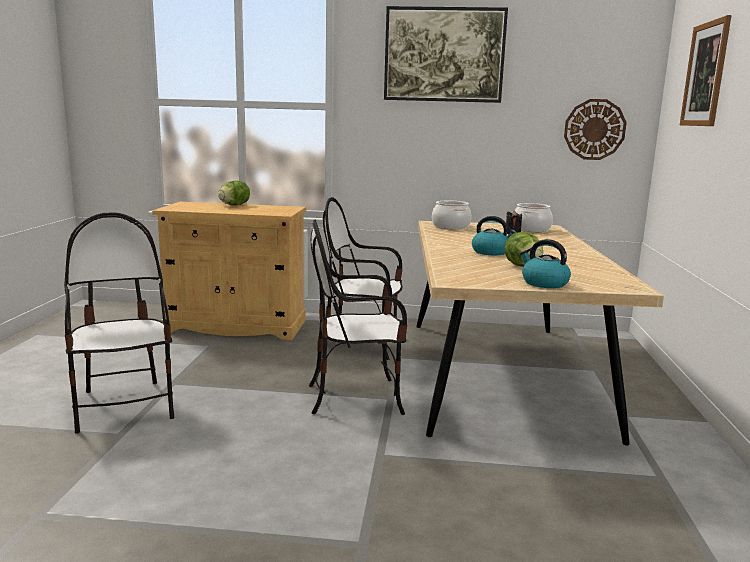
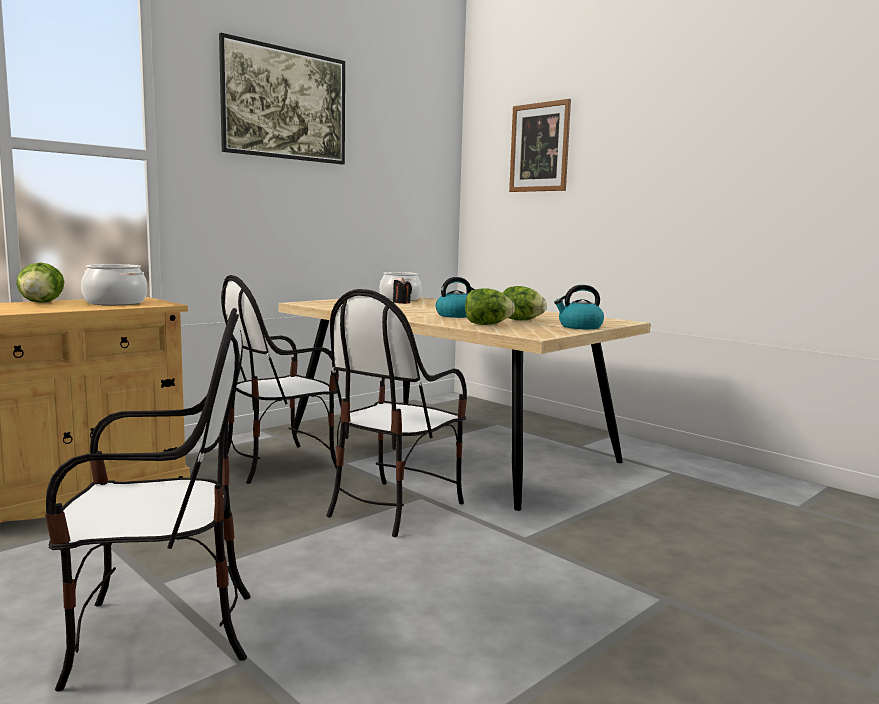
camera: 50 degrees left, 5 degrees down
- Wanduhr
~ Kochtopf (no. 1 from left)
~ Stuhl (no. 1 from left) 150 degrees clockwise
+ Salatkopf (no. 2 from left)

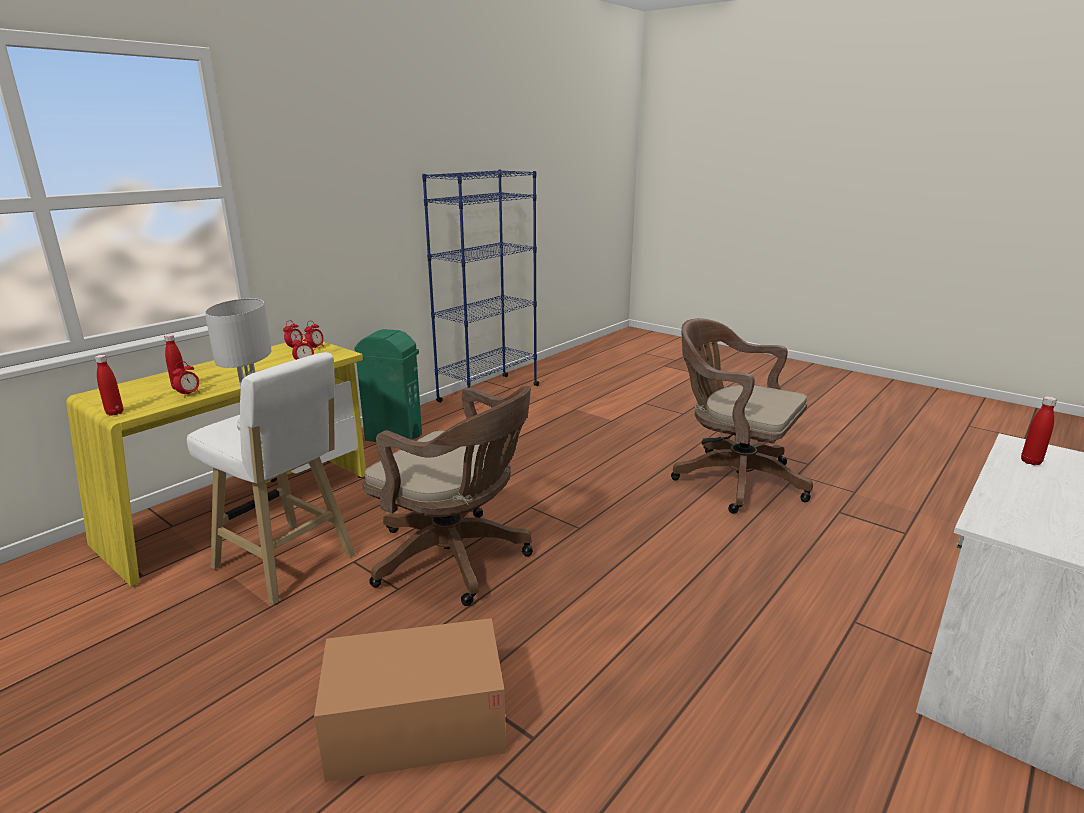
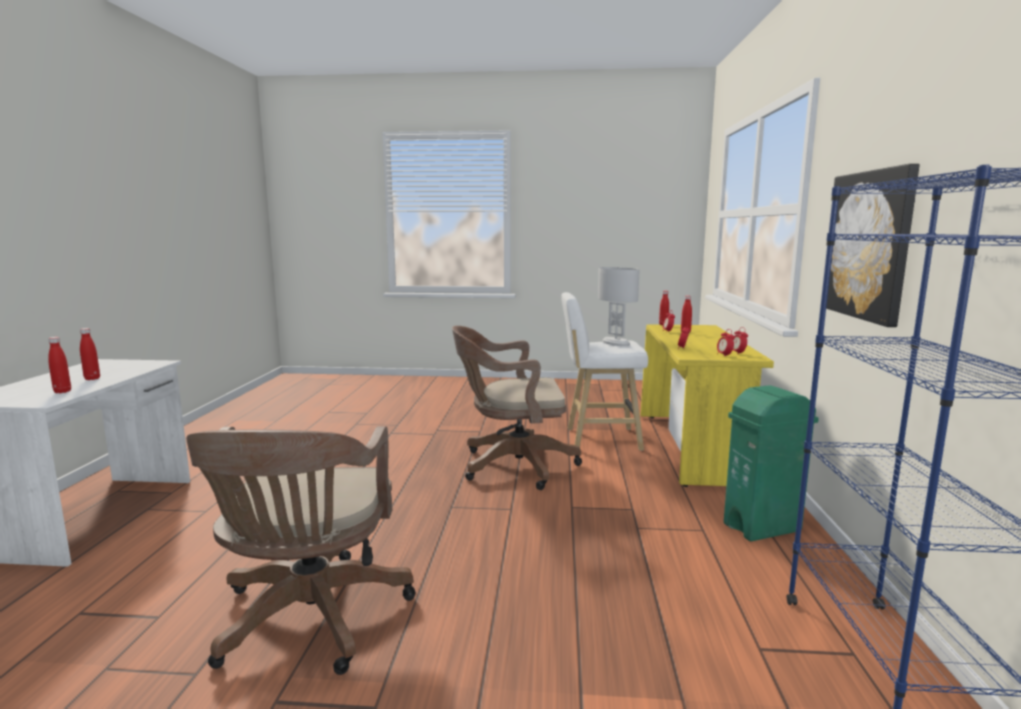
camera: 145 degrees right, 10 degrees down
~ Bürostuhl/braun (no. 2 from left in the first image) 90 degrees clockwise
- Karton
+ Bild
+ Flasche/rot (no. 2 from left)

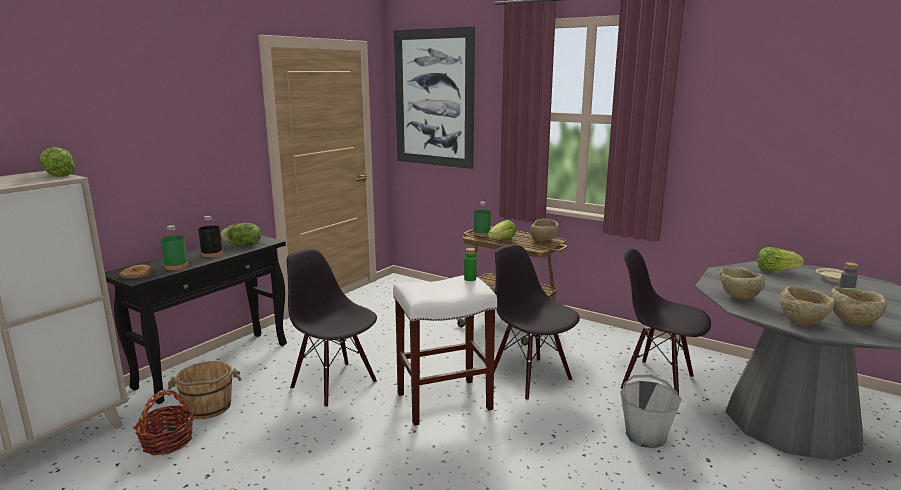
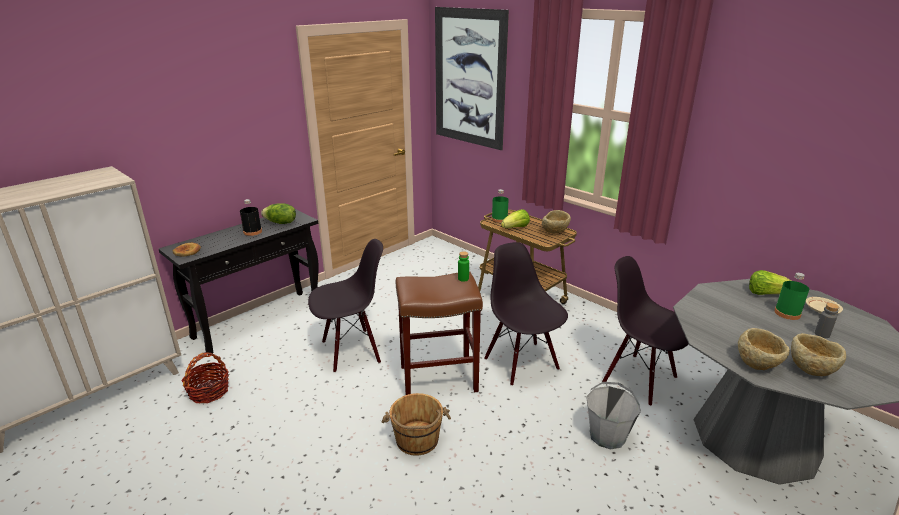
camera: 10 degrees right, 10 degrees up
- Salatkopf (no. 1 from left)
~ Flasche/grün (no. 1 from left in the first image) to Flasche/grün (no. 3 from left)
~ Stuhl/schwarz (no. 1 from left) 105 degrees clockwise
- Schüssel/beige (no. 2 from left)
~ Hocker/weiß to Hocker/braun
~ Eimer/braun

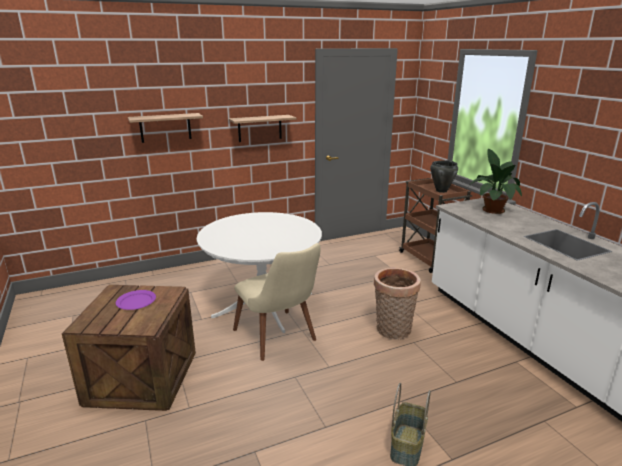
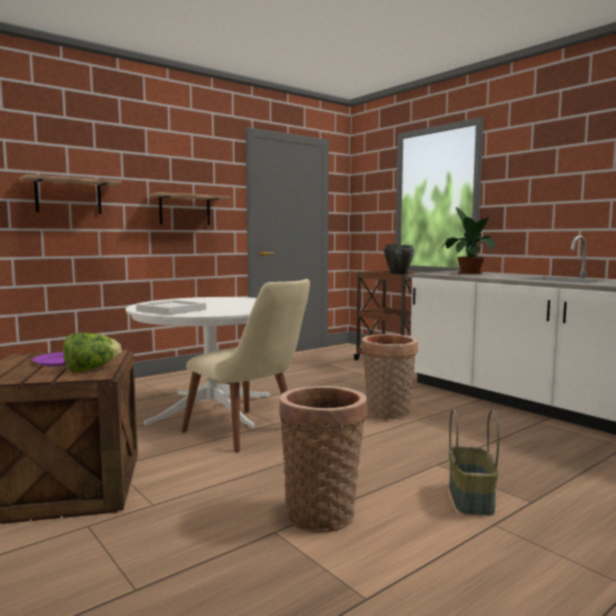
camera: 15 degrees left, 15 degrees down
+ Tablett/weiß
+ Salatkopf
+ Korb (no. 1 from left)

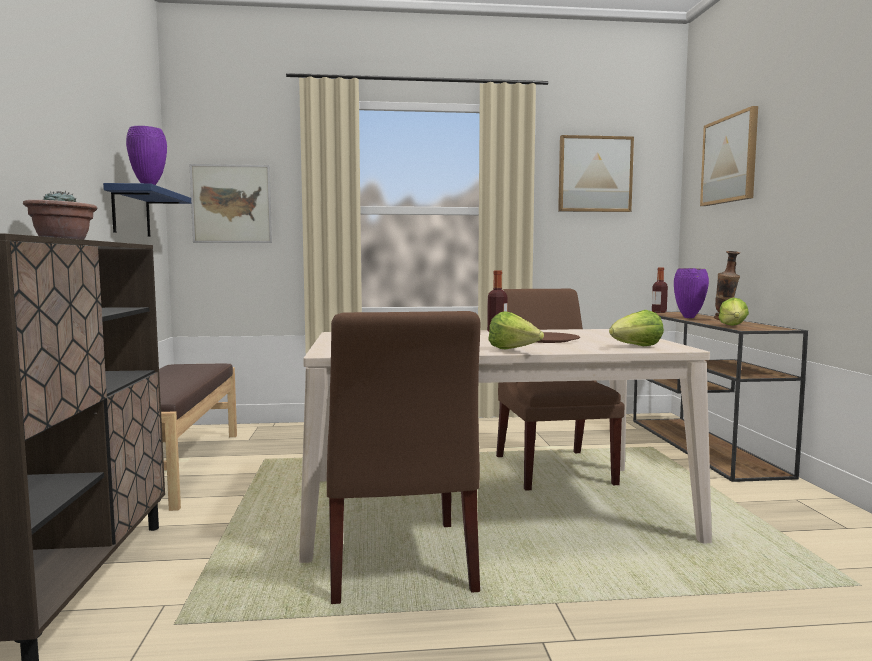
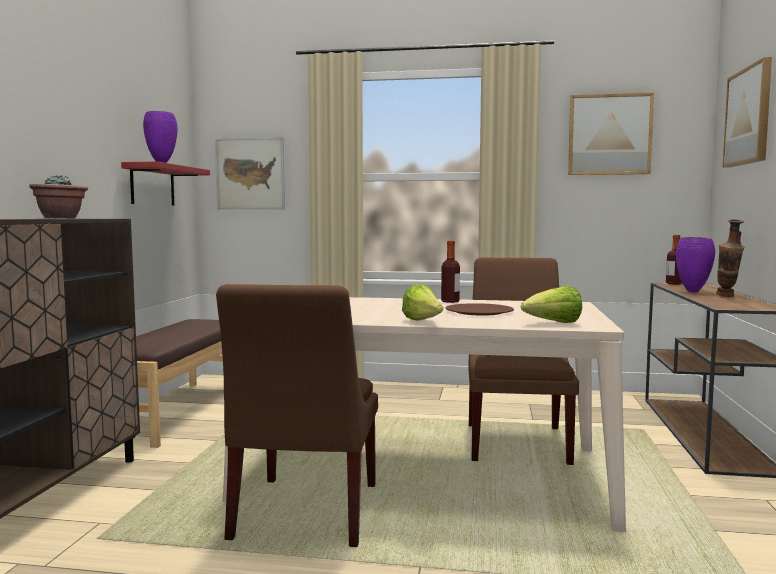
camera: 15 degrees right, 0 degrees up
~ Wandregal/blau to Wandregal/rot
- Salatkopf (no. 3 from left)

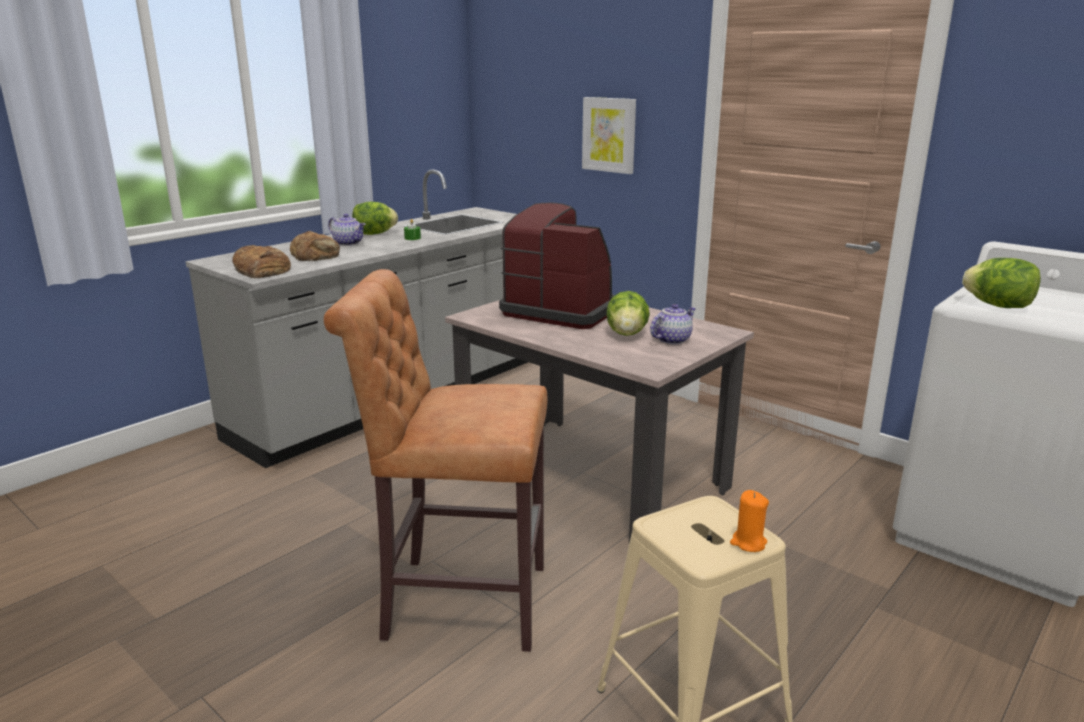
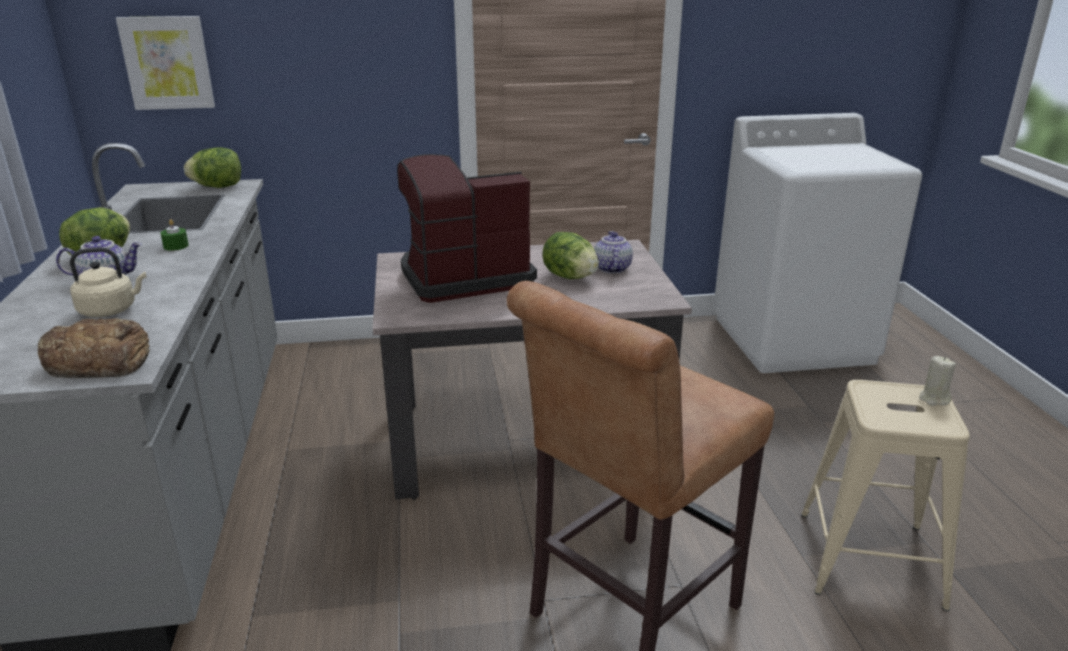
camera: 50 degrees left, 5 degrees up
~ Bild
~ Brot (no. 2 from left) to Wasserkessel/beige
~ Salatkopf (no. 3 from left in the first image) to Salatkopf (no. 2 from left)
~ Kerze/orange to Kerze/beige

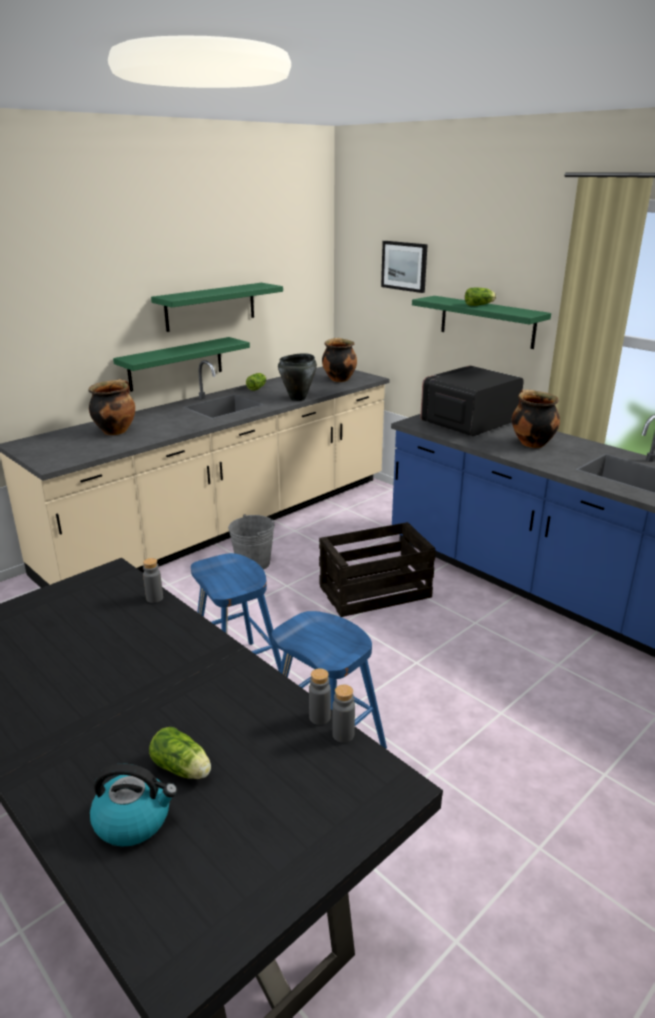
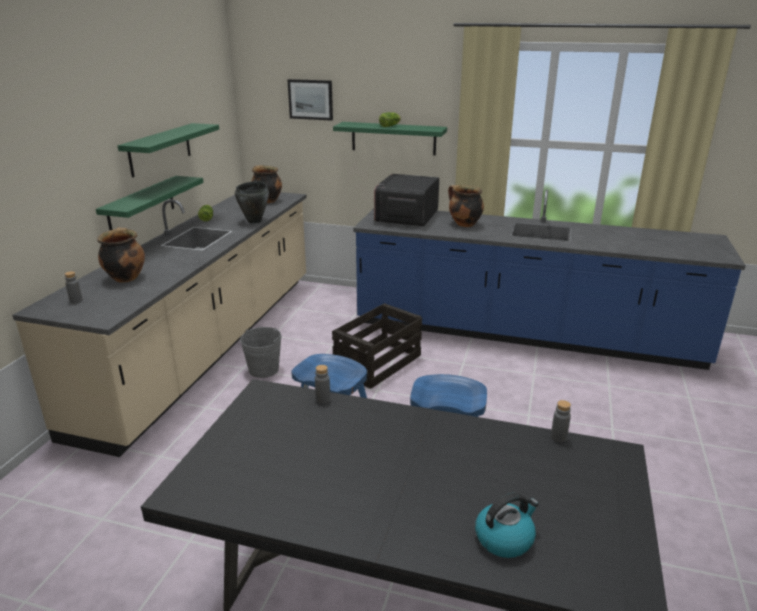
camera: 30 degrees left, 0 degrees up
~ Flasche/grau (no. 2 from left in the first image) to Flasche/grau (no. 1 from left)
- Salatkopf (no. 1 from left)

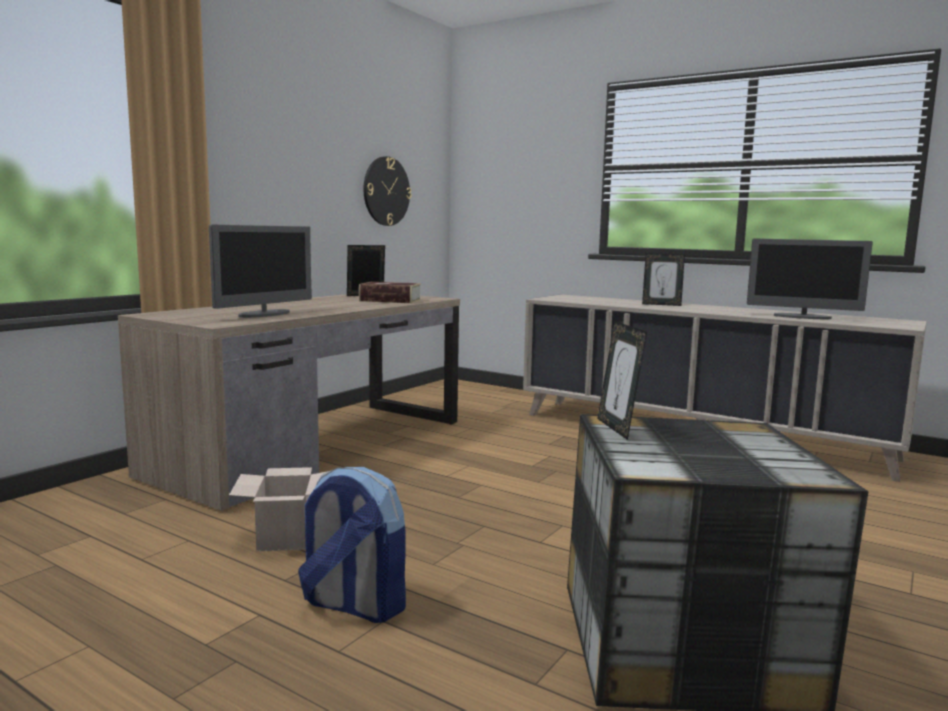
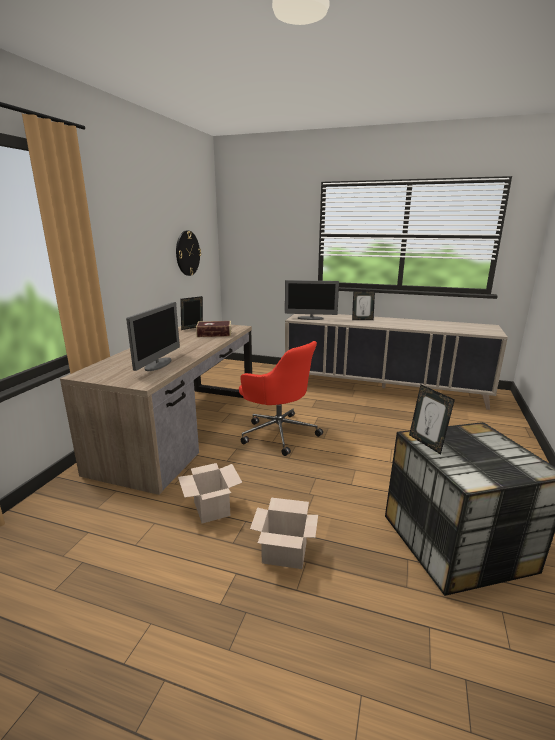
camera: 15 degrees left, 10 degrees up
~ Monitor (no. 2 from left)
~ Rucksack to Karton (no. 2 from left)
+ Bürostuhl/rot

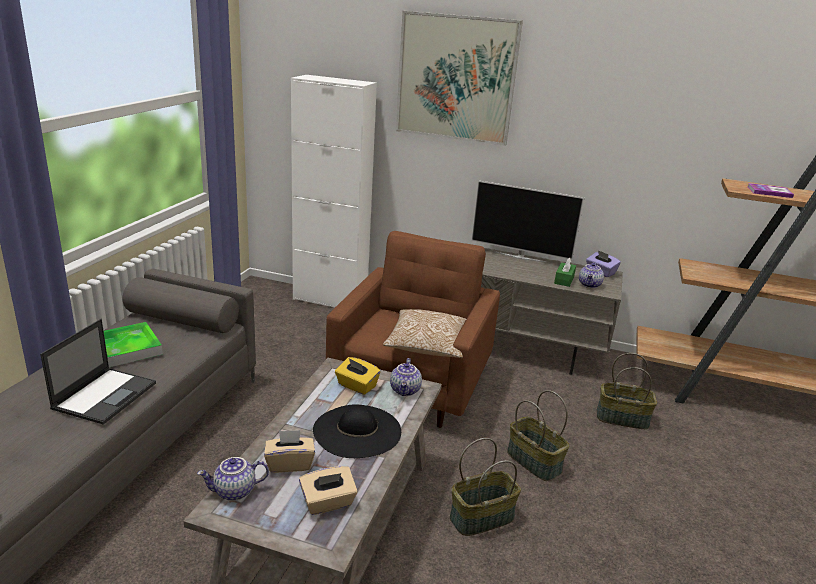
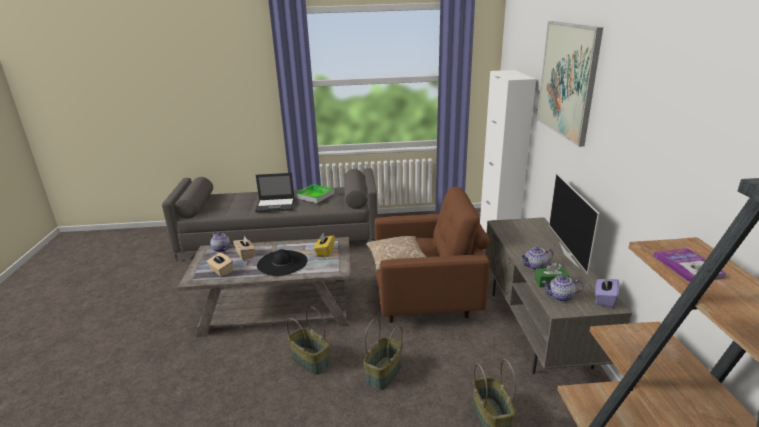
camera: 70 degrees right, 0 degrees up
~ Teekanne (no. 2 from left)

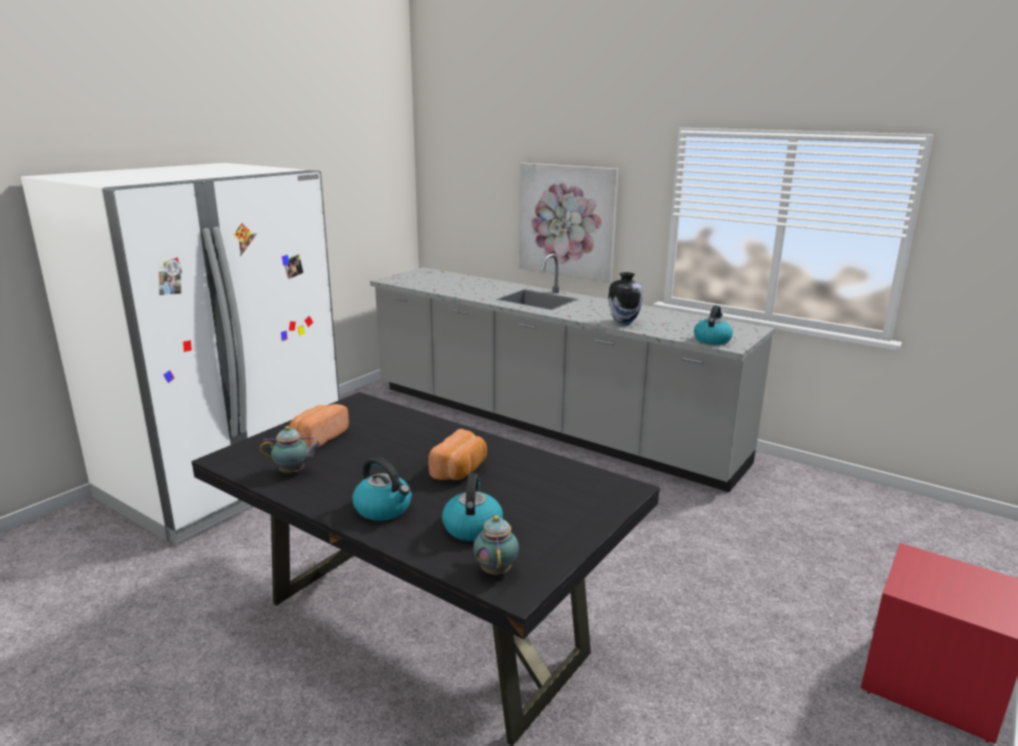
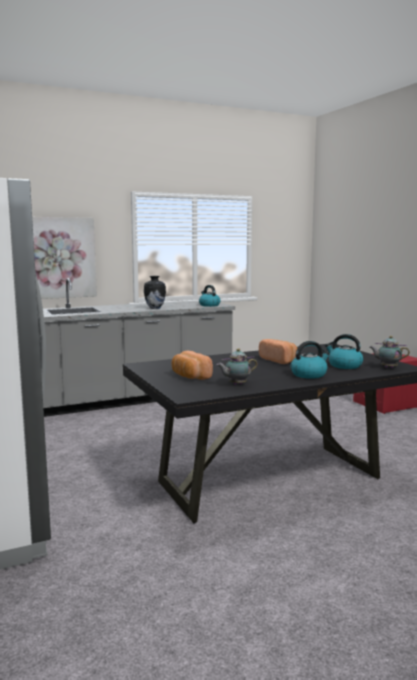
camera: 60 degrees left, 10 degrees down
~ Teekanne (no. 1 from left) 135 degrees counterclockwise

